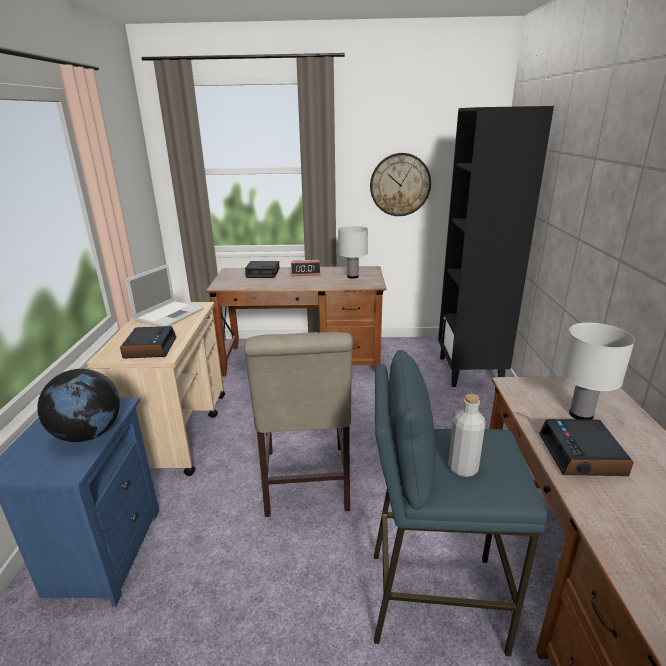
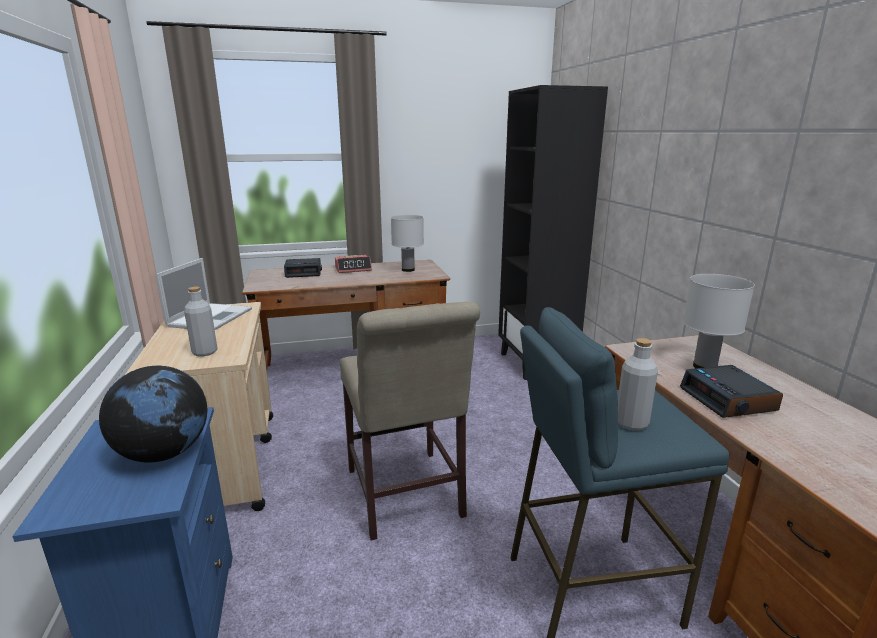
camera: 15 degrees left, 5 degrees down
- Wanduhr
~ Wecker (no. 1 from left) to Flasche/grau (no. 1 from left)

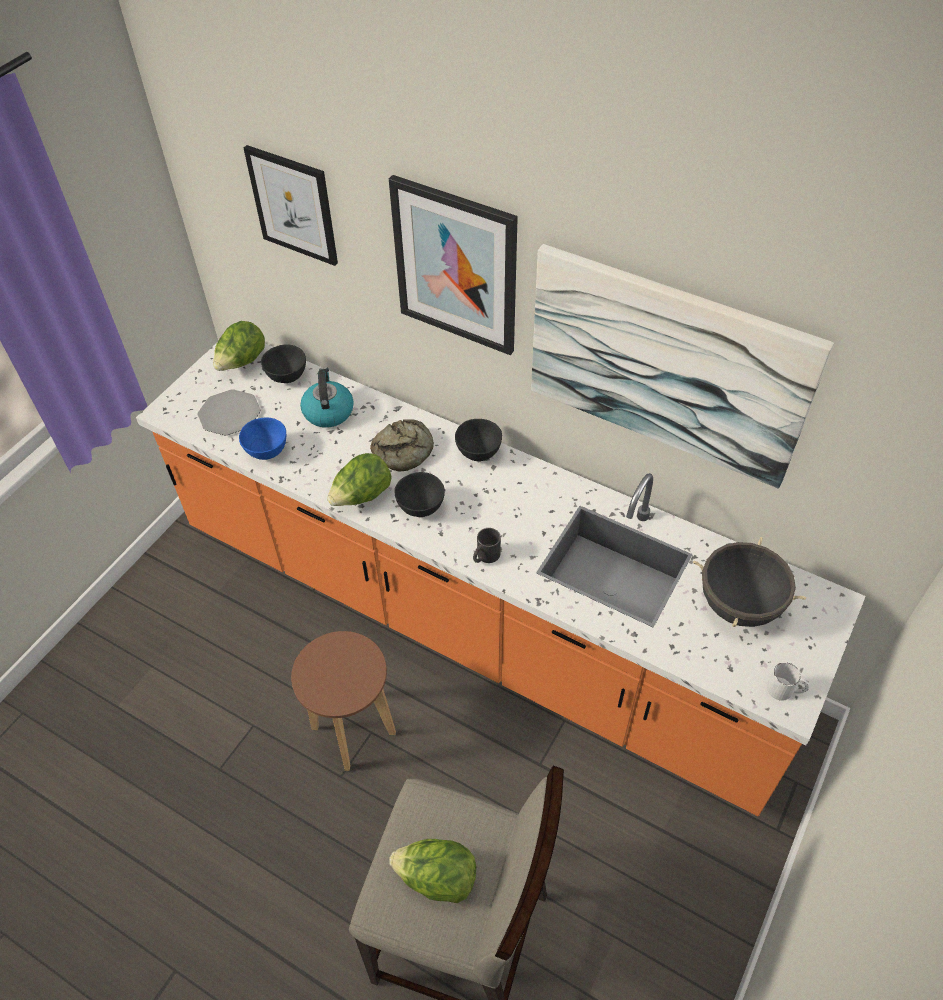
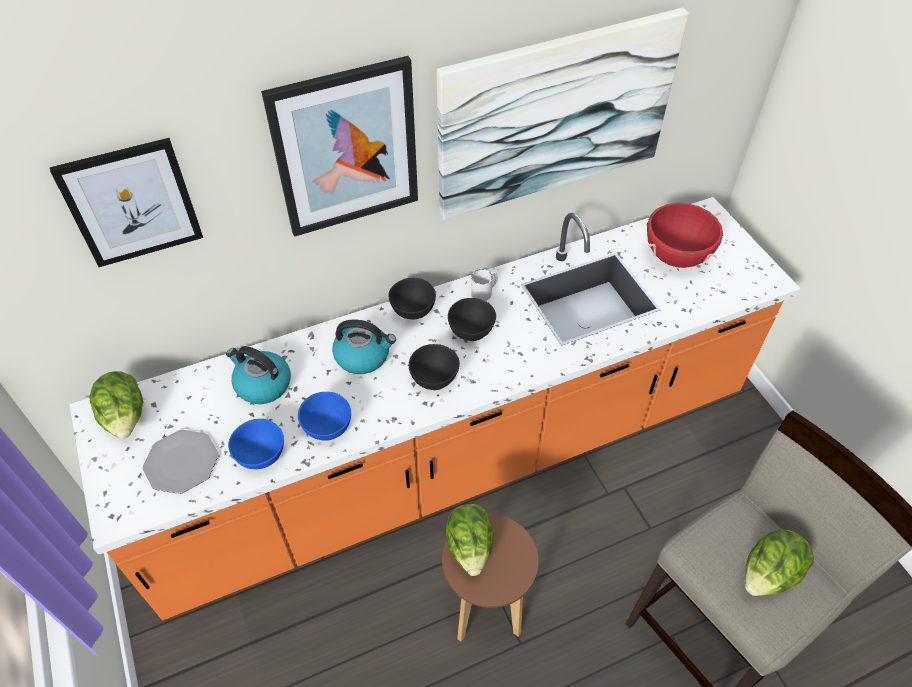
camera: 55 degrees left, 0 degrees up
~ Schüssel/schwarz (no. 1 from left in the first image) to Schüssel/schwarz (no. 3 from left)
~ Brot to Wasserkessel (no. 2 from left)
~ Salatkopf (no. 2 from left)
- Henkelbecher/schwarz
~ Kochtopf/schwarz to Kochtopf/rot
~ Henkelbecher/weiß
+ Schüssel/blau (no. 2 from left)

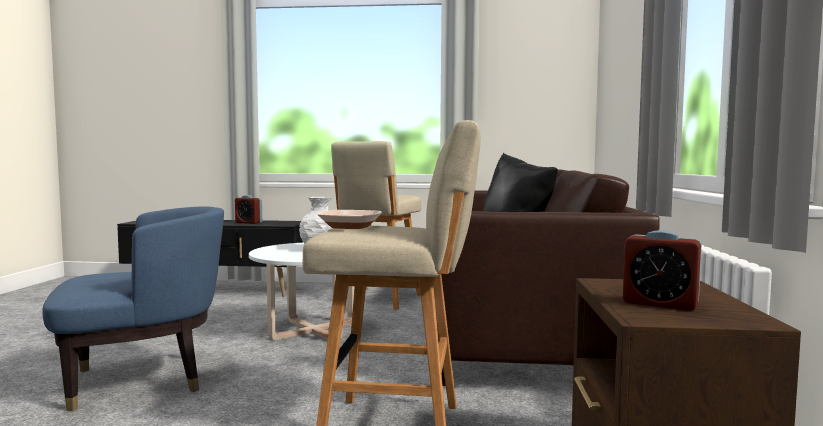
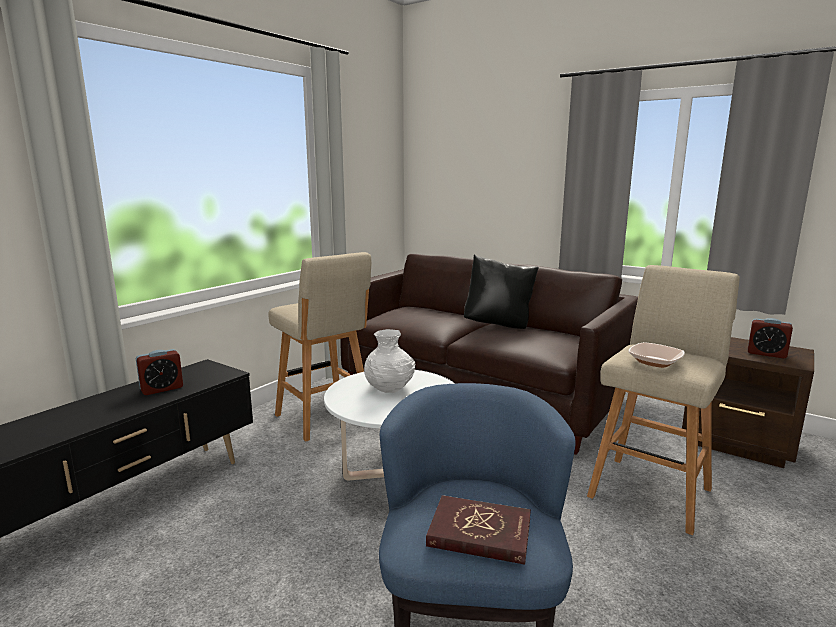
camera: 60 degrees left, 10 degrees up
~ Wecker (no. 2 from left) 60 degrees clockwise
+ Buch/rot

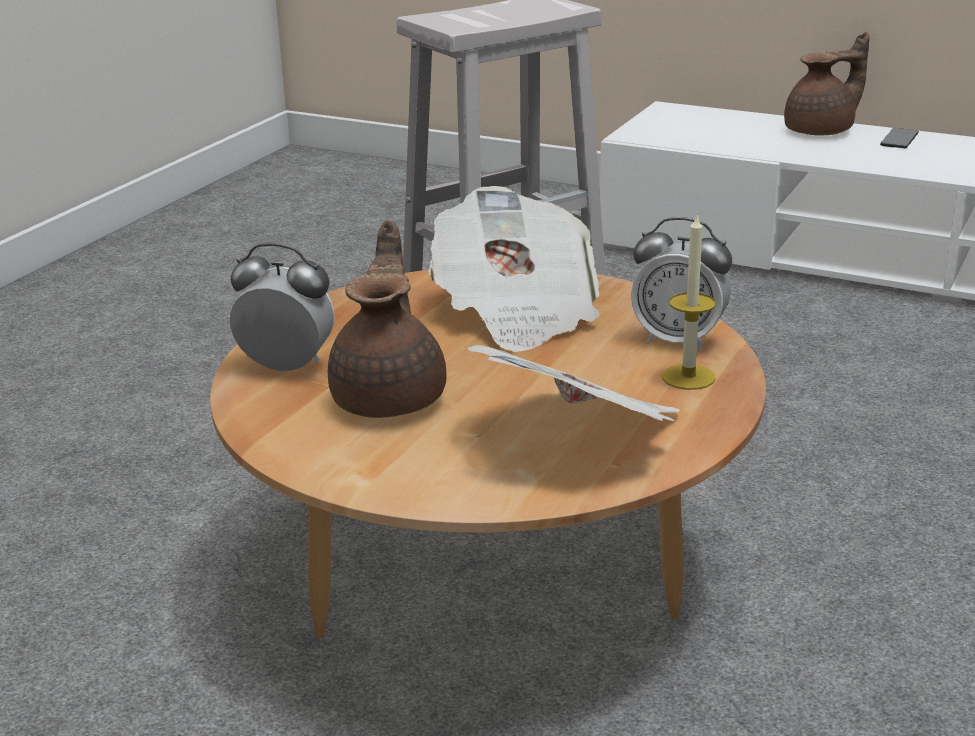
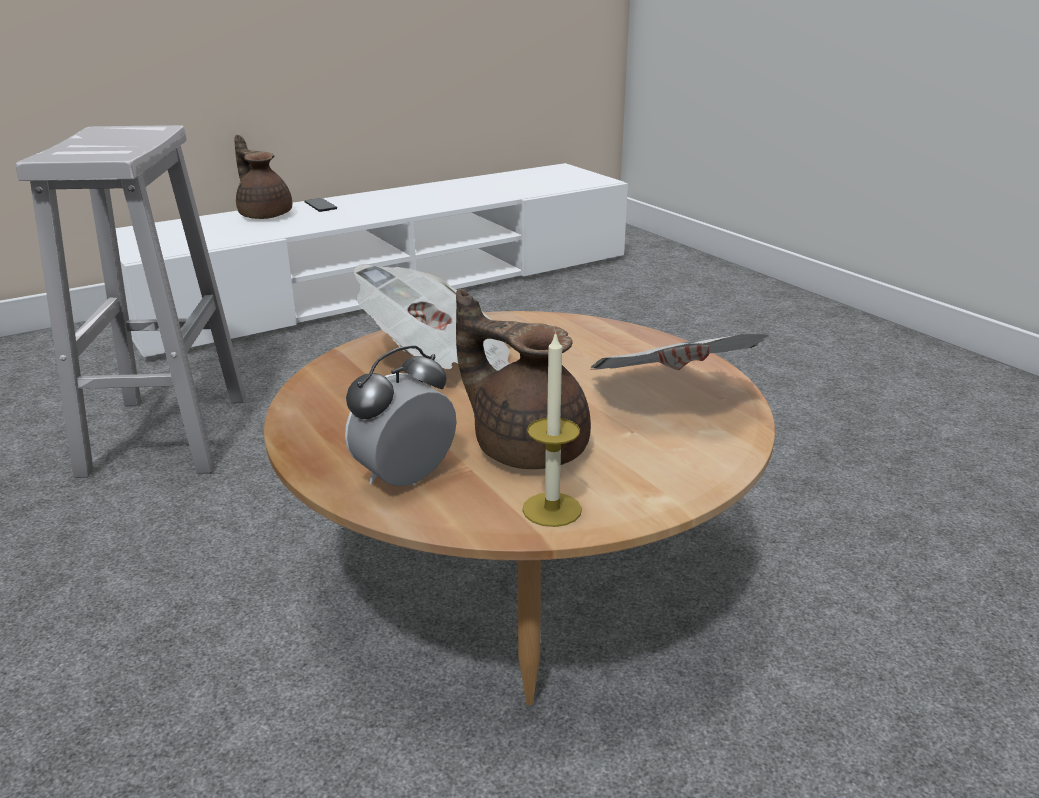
camera: 60 degrees left, 0 degrees up
~ Teekanne/braun (no. 2 from left in the first image) 45 degrees counterclockwise
~ Kerze
- Wecker (no. 2 from left)

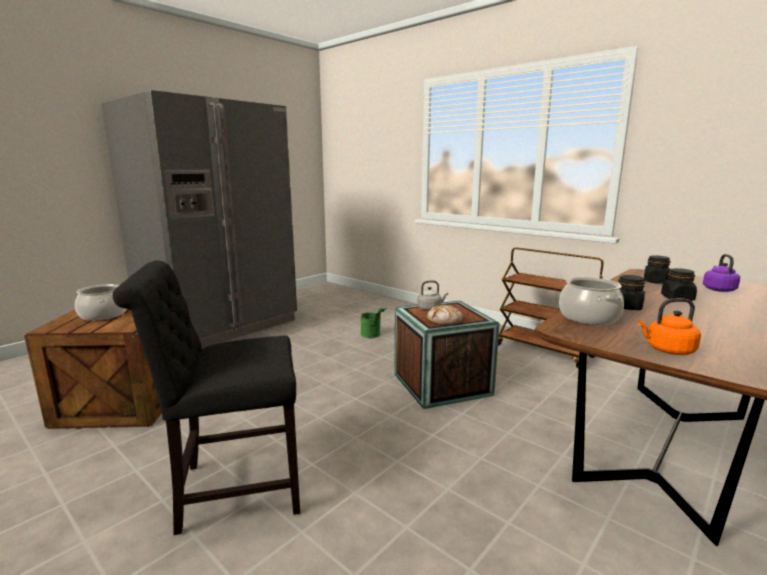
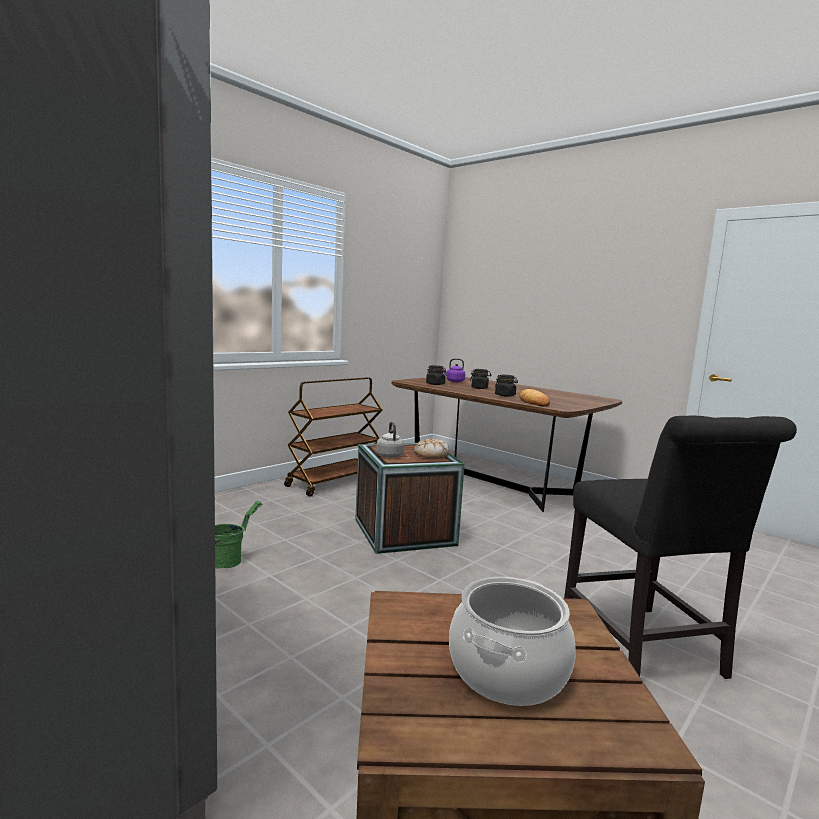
camera: 90 degrees left, 5 degrees down
~ Kochtopf (no. 2 from left) to Brot (no. 2 from left)
- Wasserkessel/orange

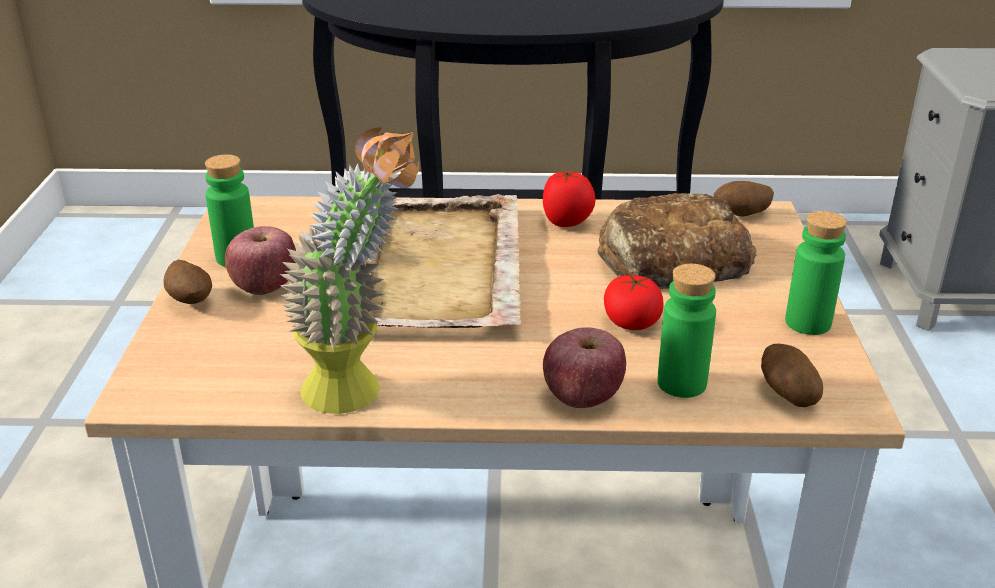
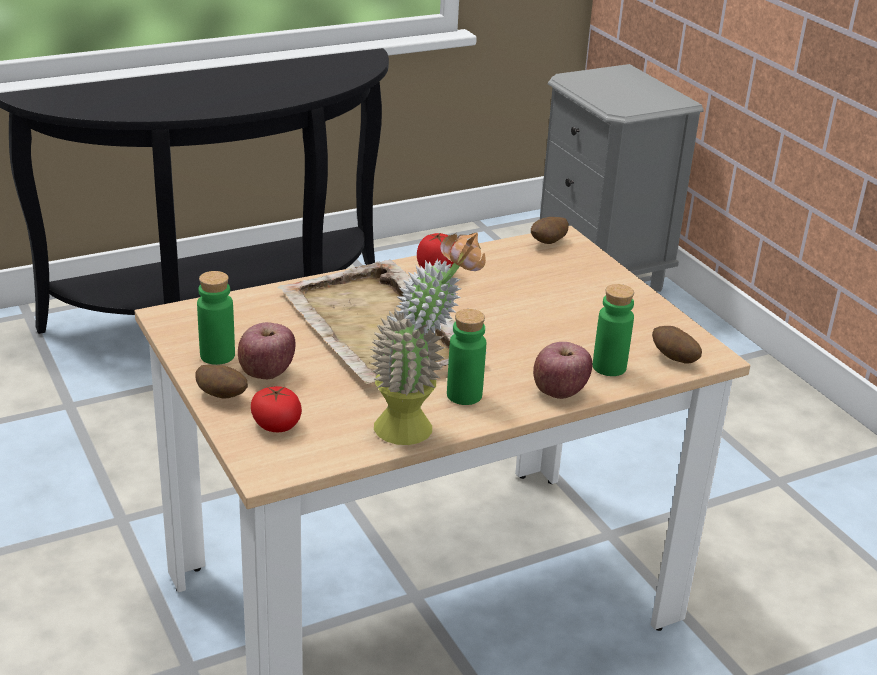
camera: 30 degrees left, 0 degrees up
- Brot
~ Flasche/grün (no. 3 from left in the first image) to Flasche/grün (no. 2 from left)
~ Tomate (no. 2 from left in the first image) to Tomate (no. 1 from left)

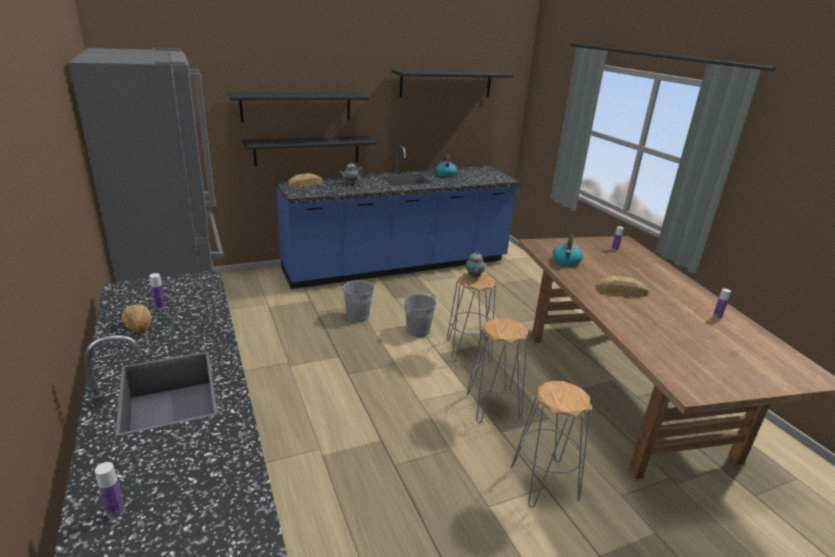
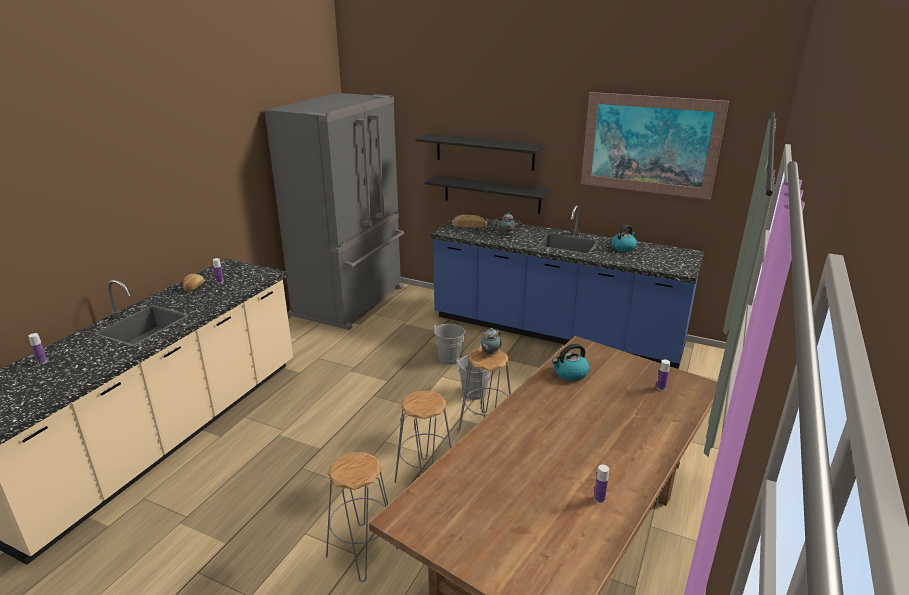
camera: 50 degrees right, 0 degrees up
~ Wandregal/schwarz (no. 3 from left) to Bild
- Brot (no. 3 from left)

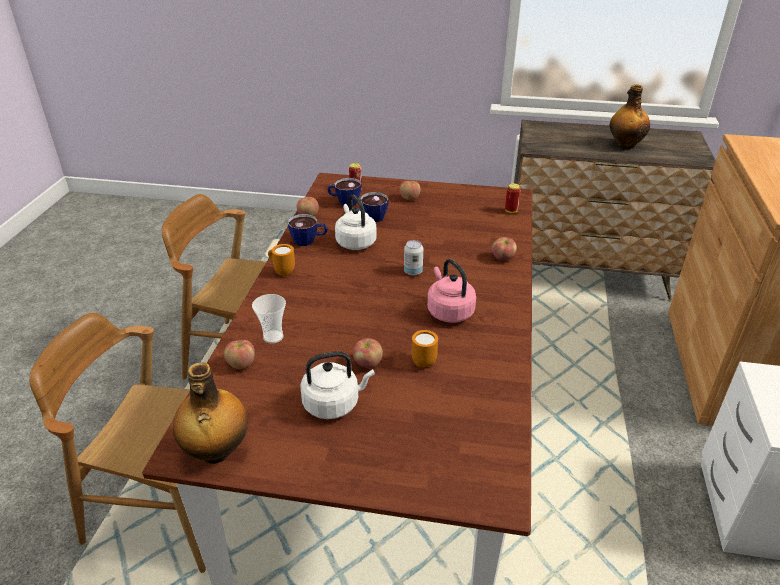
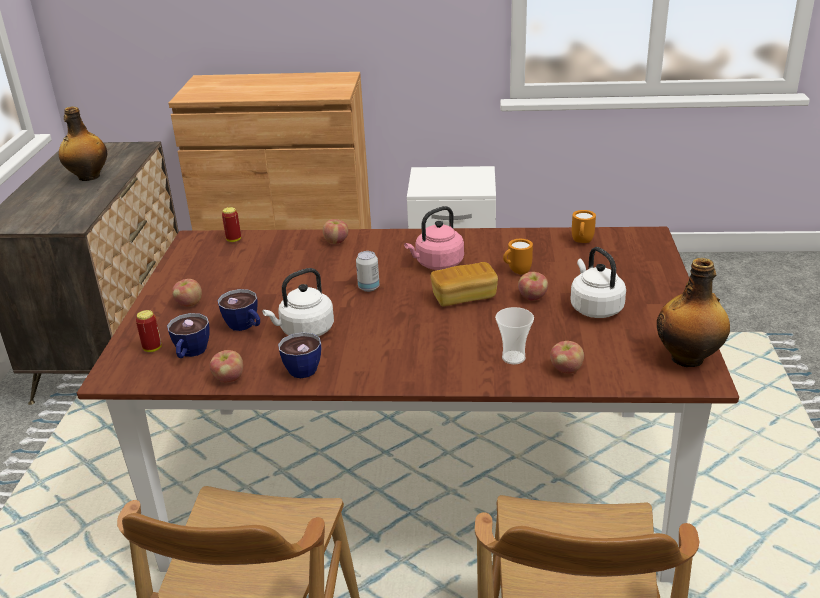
camera: 95 degrees left, 5 degrees down
~ Henkelbecher/orange (no. 1 from left in the first image) to Henkelbecher/orange (no. 2 from left)
+ Brot

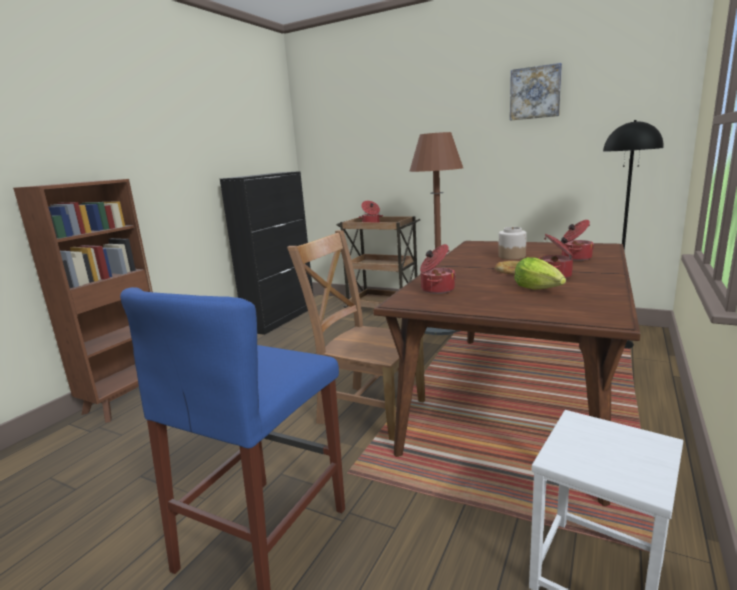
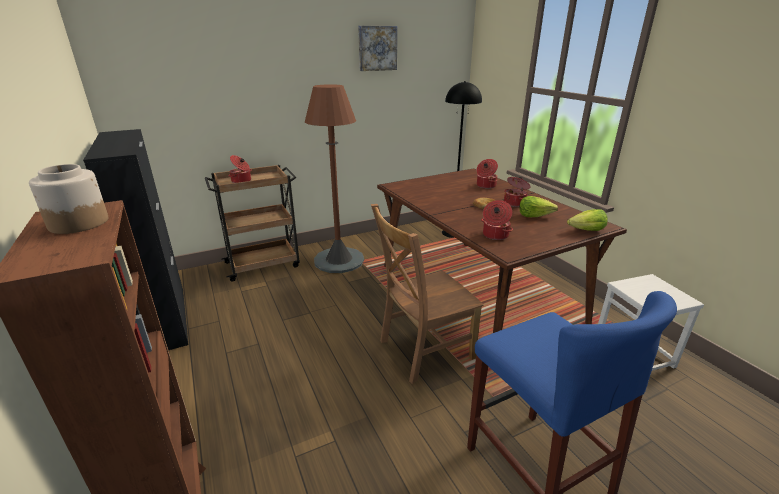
camera: 55 degrees left, 10 degrees up
~ Vorratsglas
+ Salatkopf (no. 2 from left)

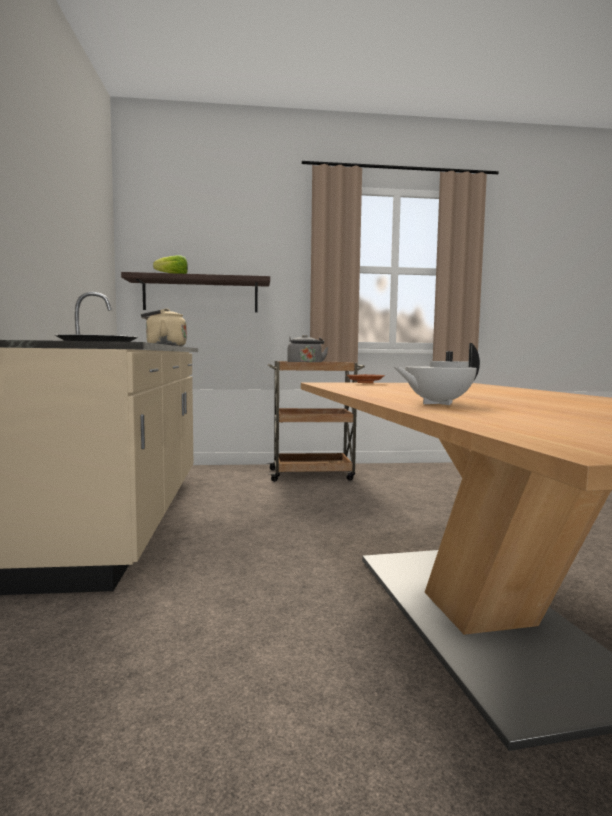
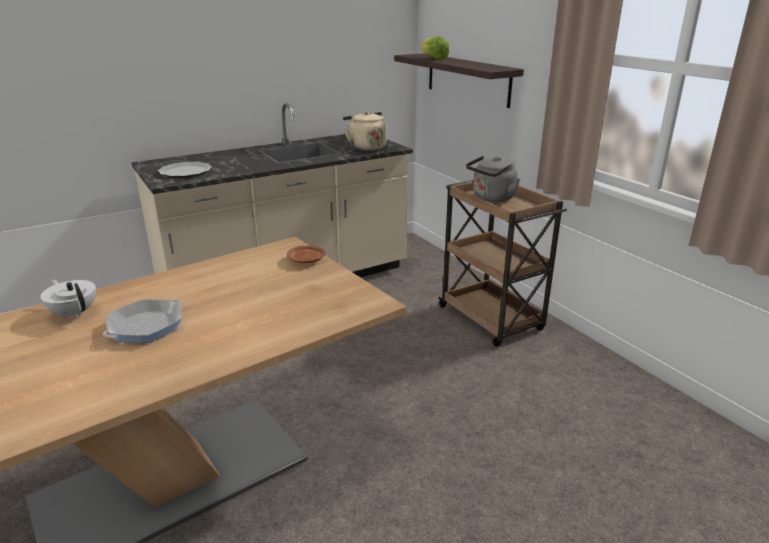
camera: 65 degrees right, 20 degrees up
+ Pfanne

